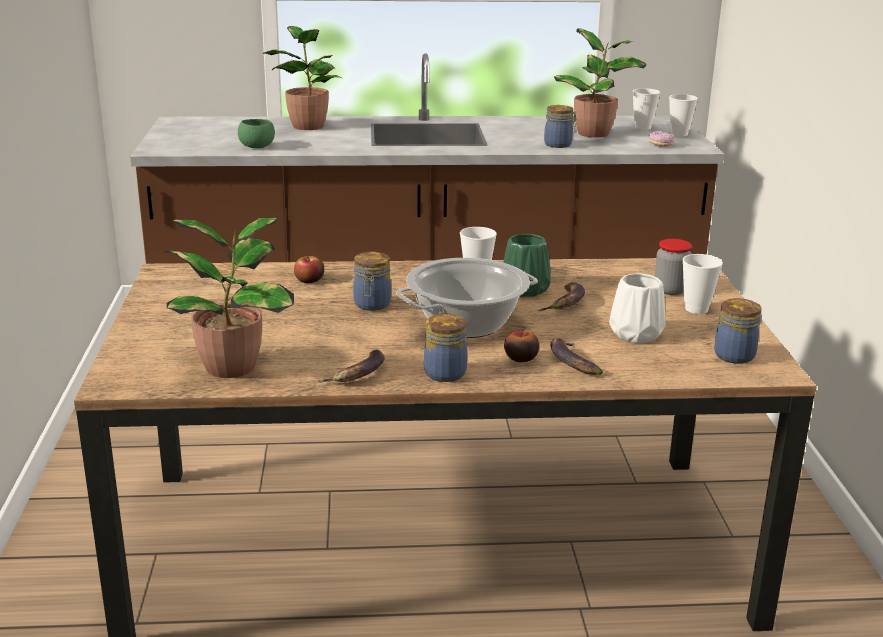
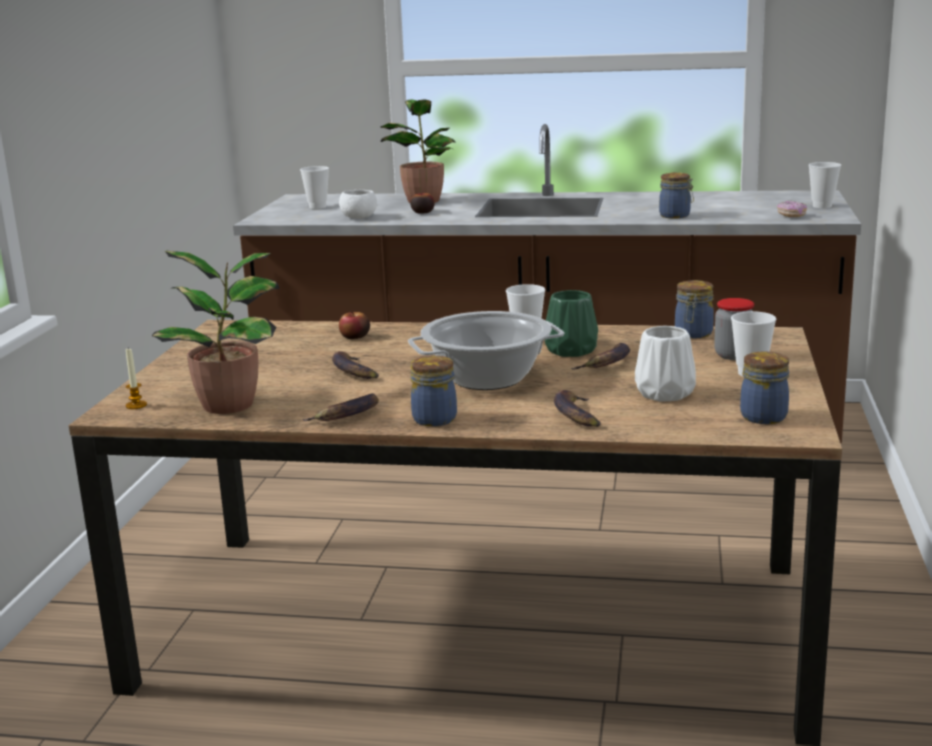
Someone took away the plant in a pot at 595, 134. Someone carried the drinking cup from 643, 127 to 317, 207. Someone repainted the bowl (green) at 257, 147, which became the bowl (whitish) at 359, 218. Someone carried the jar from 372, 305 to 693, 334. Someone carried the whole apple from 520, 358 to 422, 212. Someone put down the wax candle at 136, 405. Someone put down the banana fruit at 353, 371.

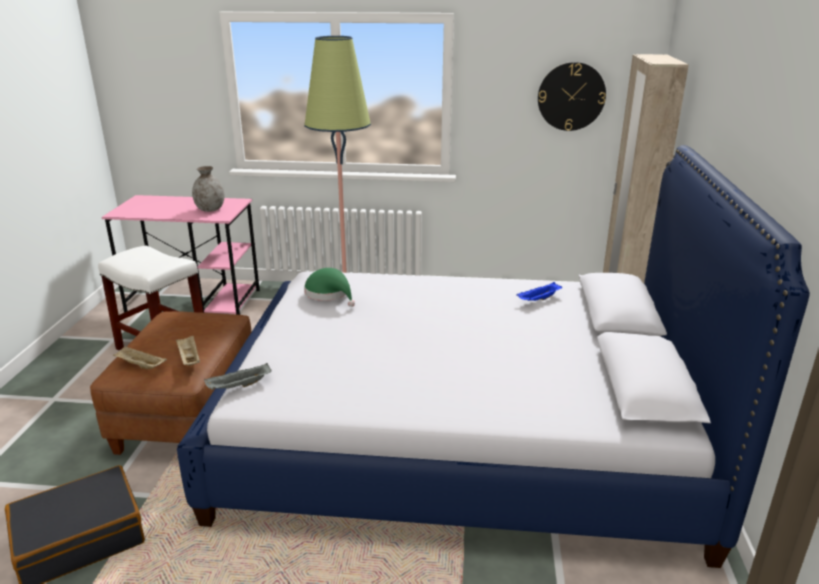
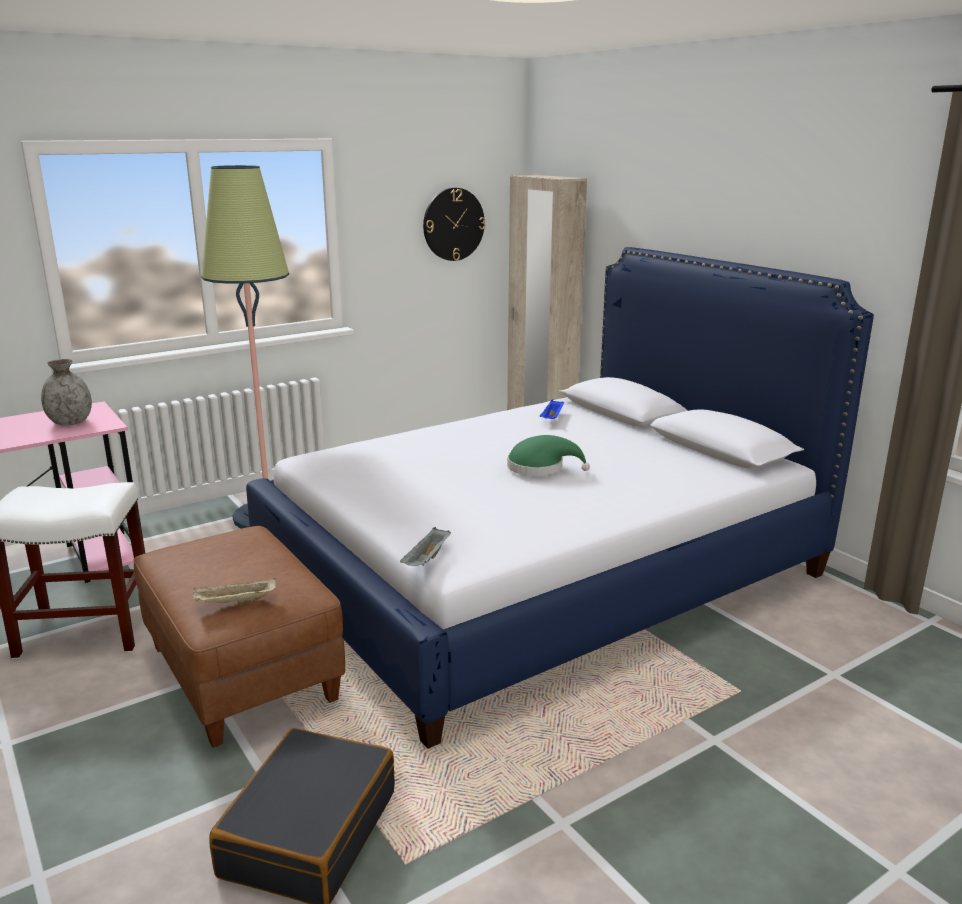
Someone carried the clothing hat (green) from 329, 293 to 540, 468. Someone took away the serving tray (beige-coloured) at 189, 358.

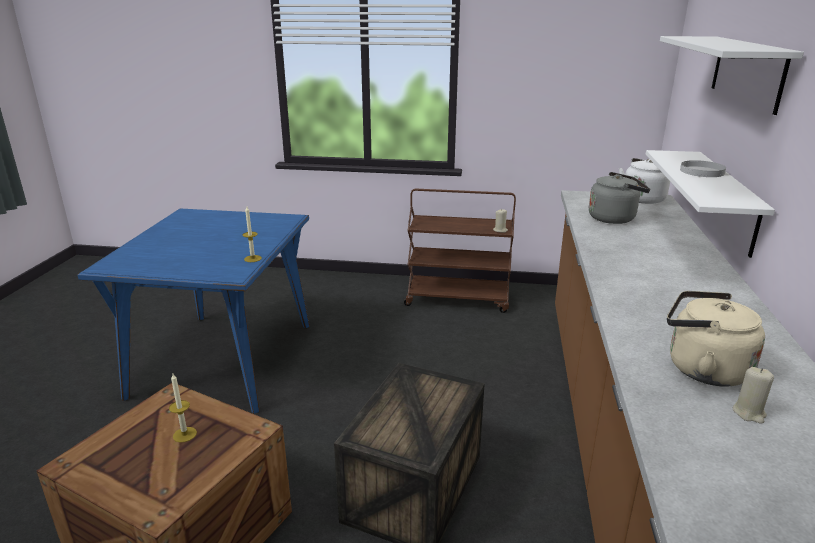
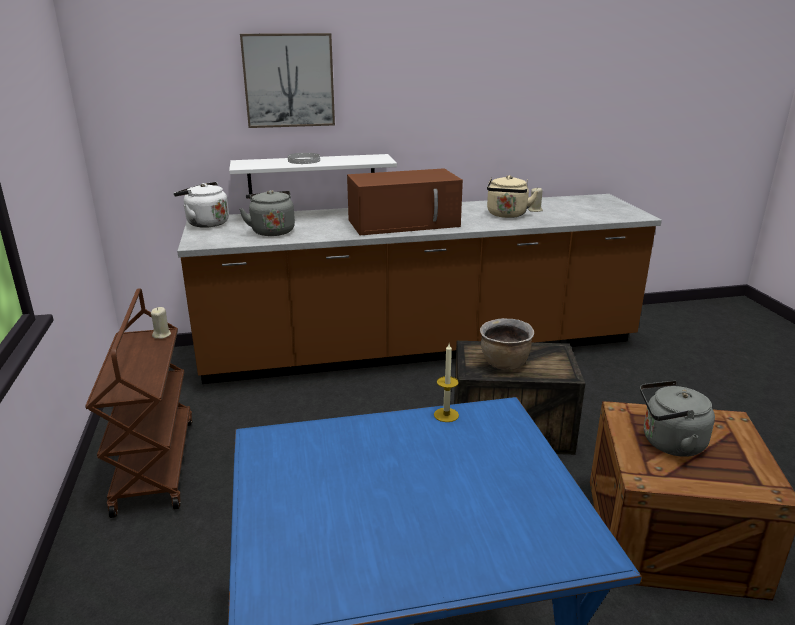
Someone swapped the shelf (whitish) at 747, 71 for the wall picture at 288, 80. Someone swapped the wax candle at 184, 434 for the kettle (greyish) at 669, 443. Someone put down the kitchen microwave (brownish) at 405, 223. Someone put down the stockpot (brownish) at 504, 364.

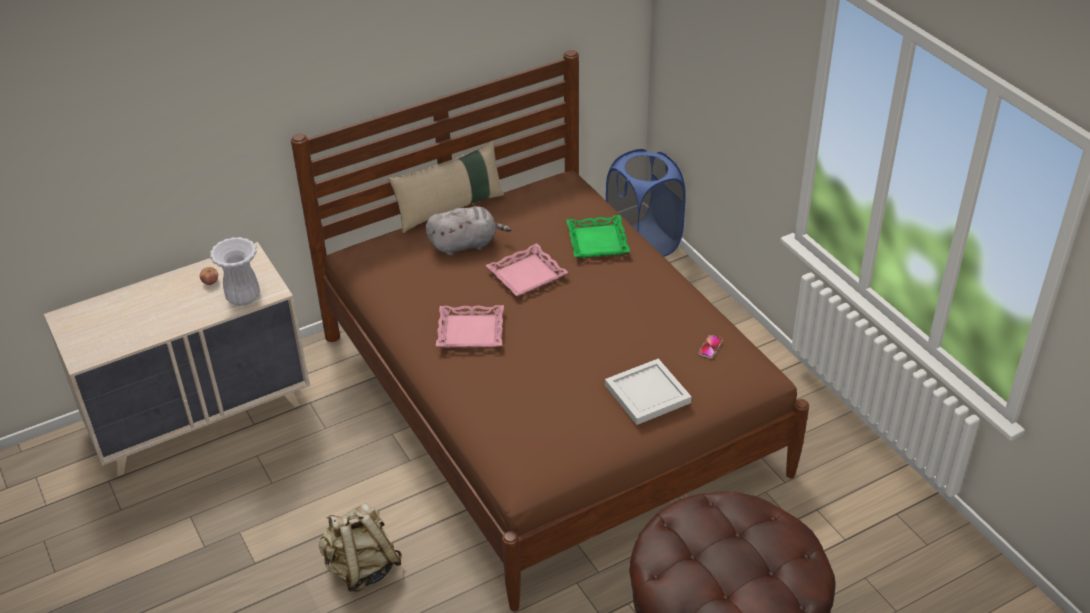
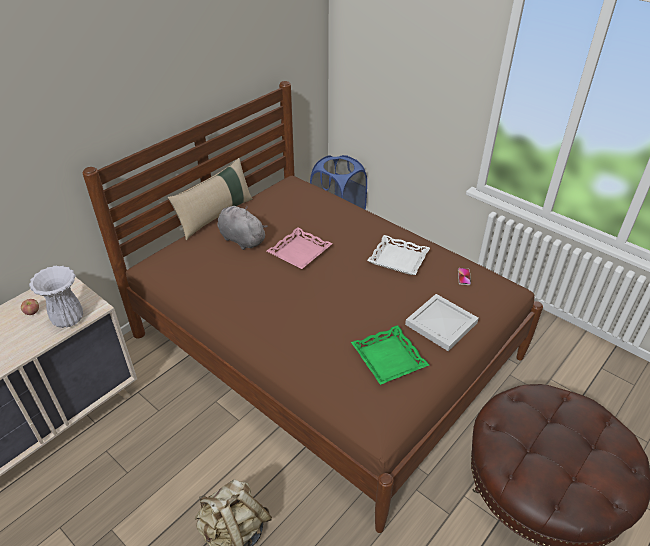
Someone rotated the plush toy (greyish) at 466, 244 by 105 degrees counterclockwise. Someone carried the serving tray (green) from 597, 241 to 388, 358. Someone took away the serving tray (pink-coloured) at 471, 331. Someone put down the serving tray (whitish) at 398, 259.

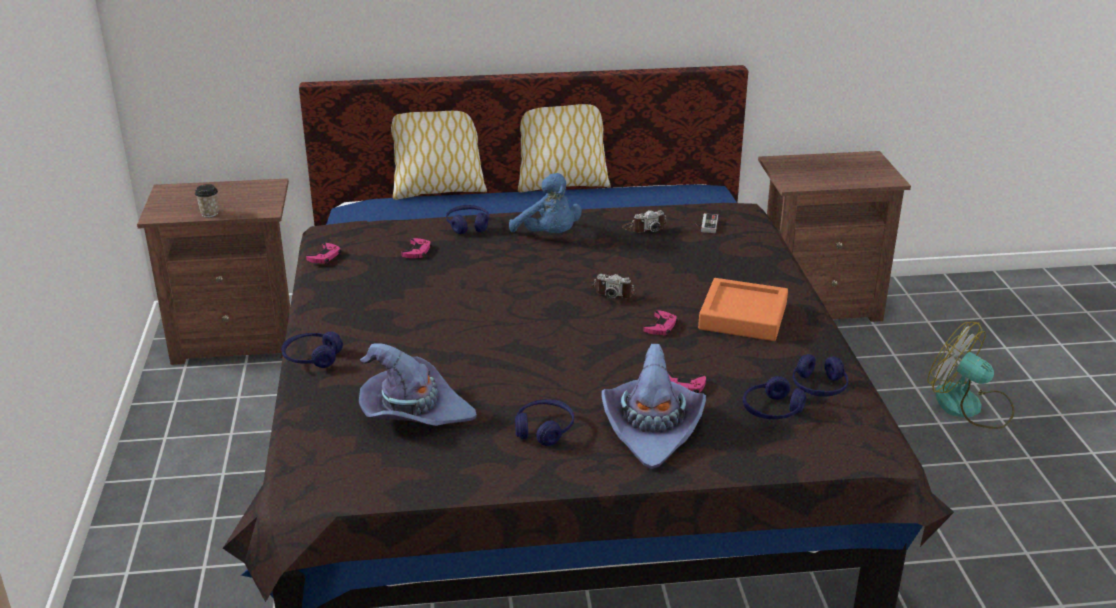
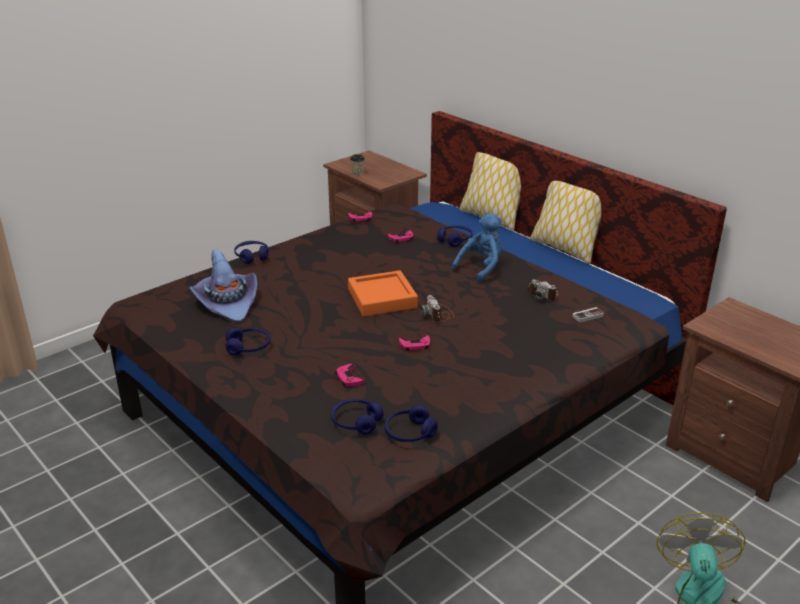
Someone rotated the plush toy (blue-coloured) at 549, 235 by 150 degrees counterclockwise. Someone carried the serving tray (orange-coloured) from 743, 316 to 382, 298. Someone took away the clothing hat (purplish) at 652, 428.

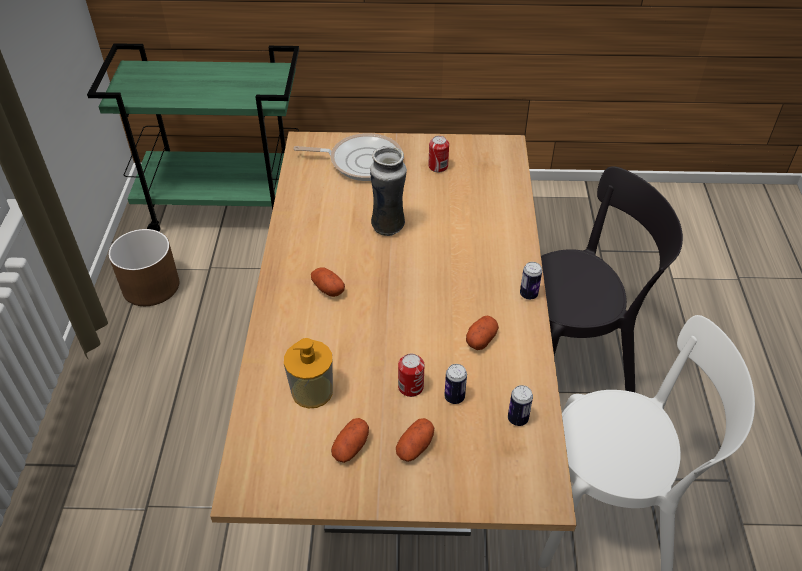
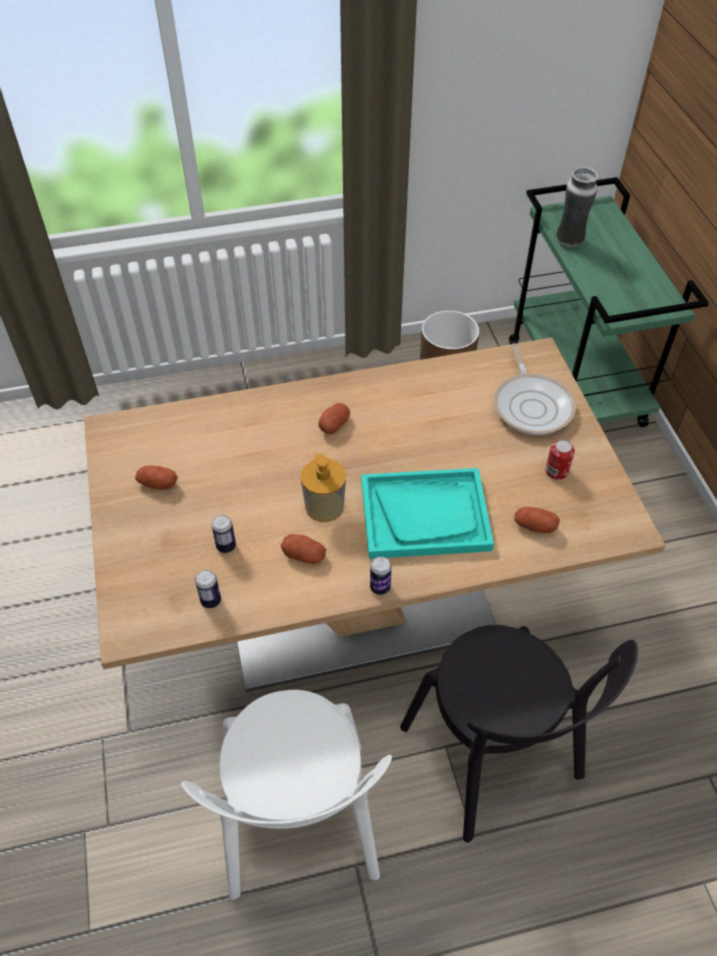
Someone carried the flower vase from 388, 226 to 570, 241. Someone carried the soap dispenser from 312, 391 to 324, 506. Someone took away the can at 410, 387. Someone carried the potato from 415, 447 to 534, 526. Someone put down the serving tray (turquoise-coloured) at 425, 515.

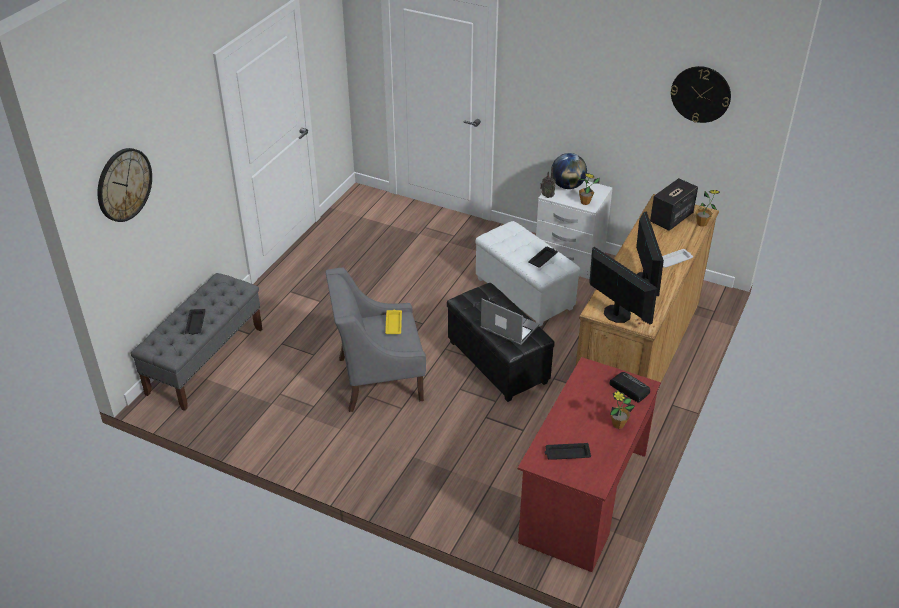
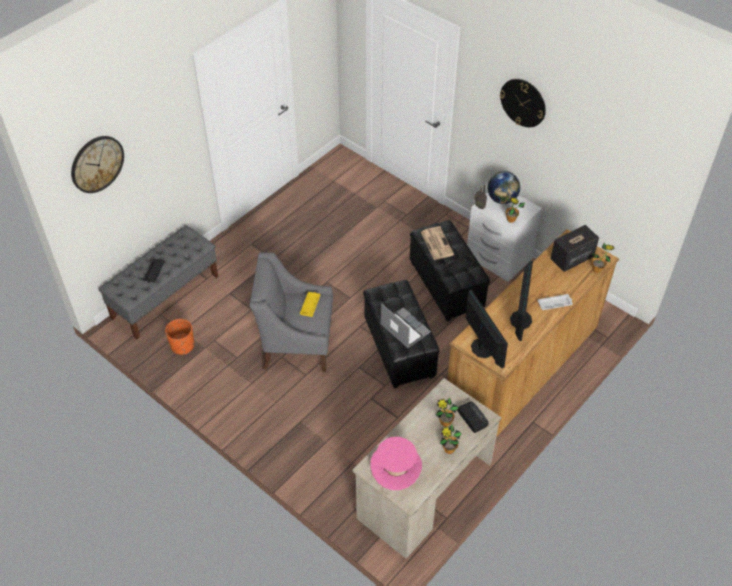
Someone carried the hanging clock from 700, 94 to 523, 102. Someone repainted the footrest (whitish) at 525, 294, which became the footrest (blackish) at 446, 286. Someone repainted the desk (red-coloured) at 583, 498, which became the desk (beige-coloured) at 424, 491. Someone swapped the serving tray (blackish) at 566, 454 for the clothing hat (pink-coloured) at 396, 467. Someone put down the printed paper at 436, 243. Someone put down the flower pot (orange-coloured) at 182, 346. Someone put down the plant in a pot at 445, 423.

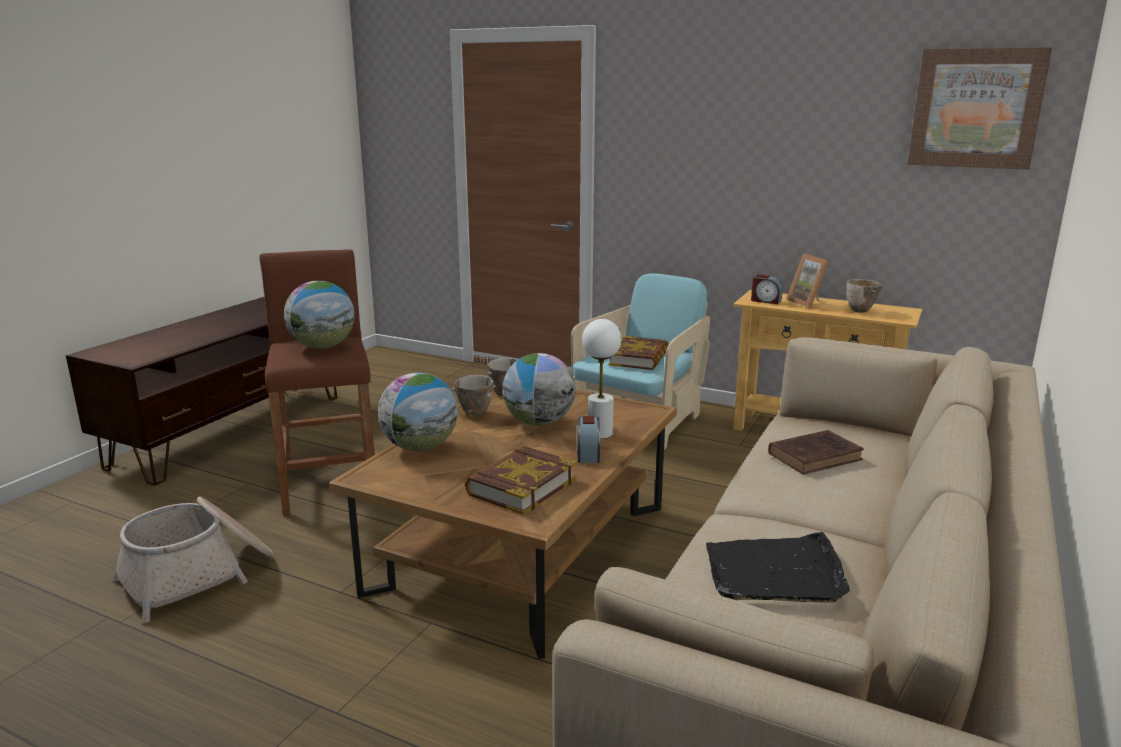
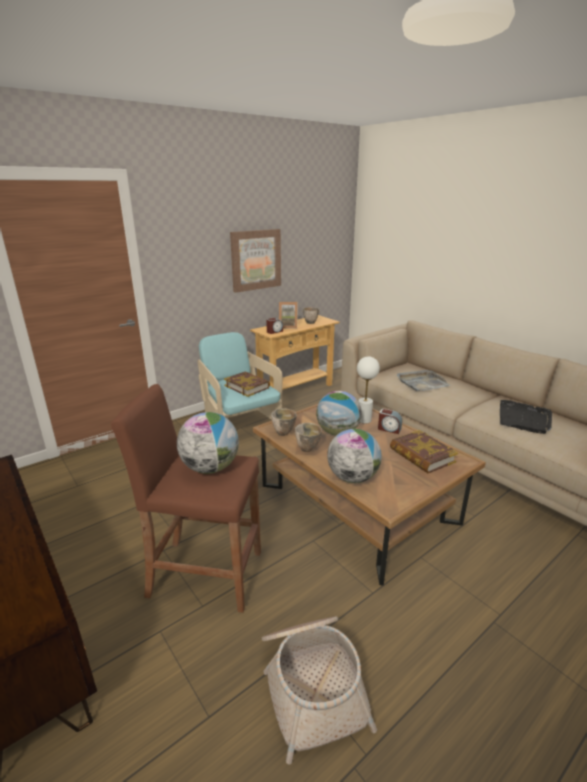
Someone carried the wall picture from 976, 108 to 255, 260. Someone swapped the bound book (brownish) at 816, 456 for the serving tray (greyish) at 422, 383.

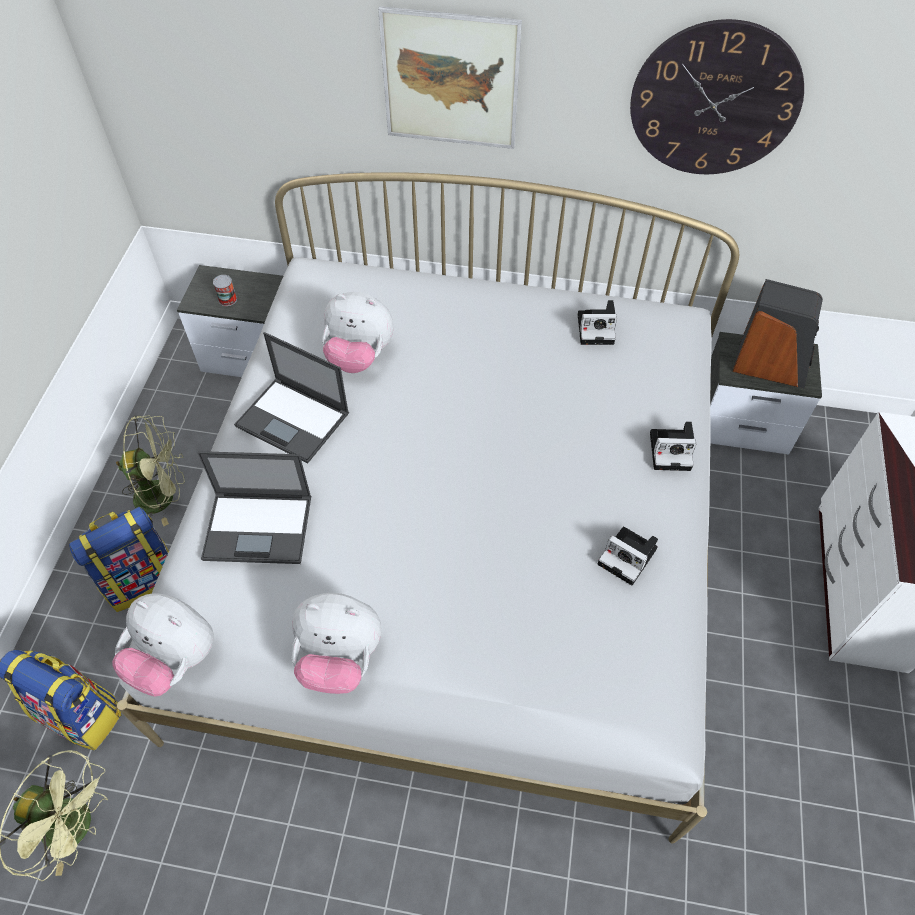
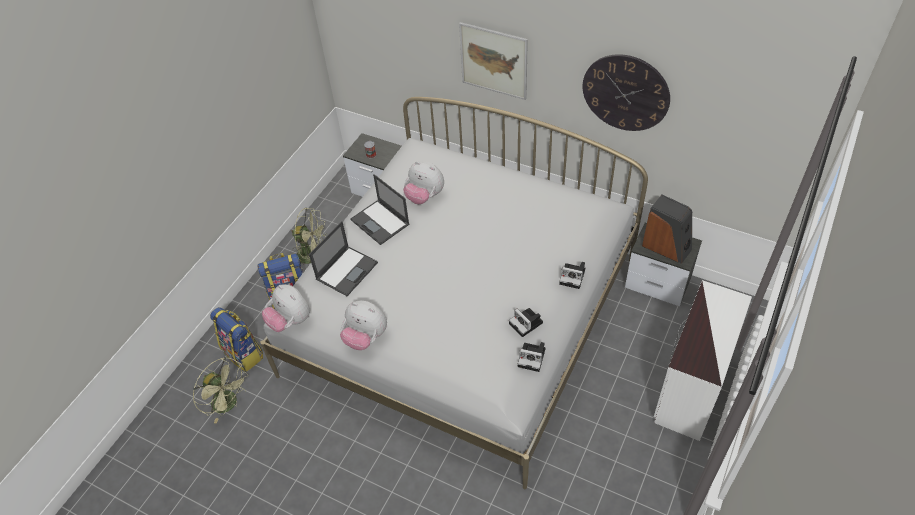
Someone carried the photo camera from 597, 328 to 533, 357. Someone rotated the laptop at 259, 527 by 75 degrees counterclockwise.

